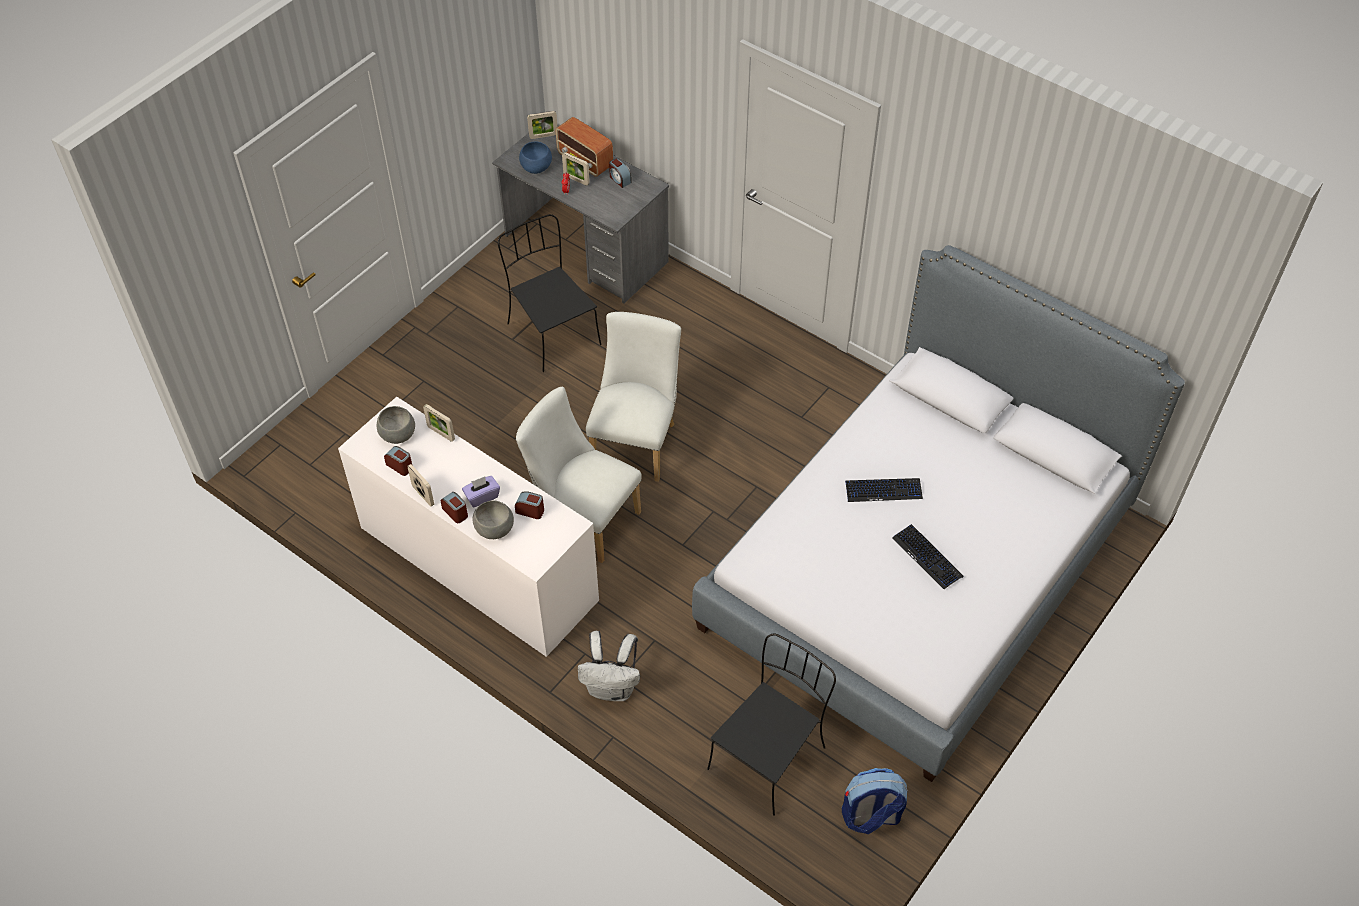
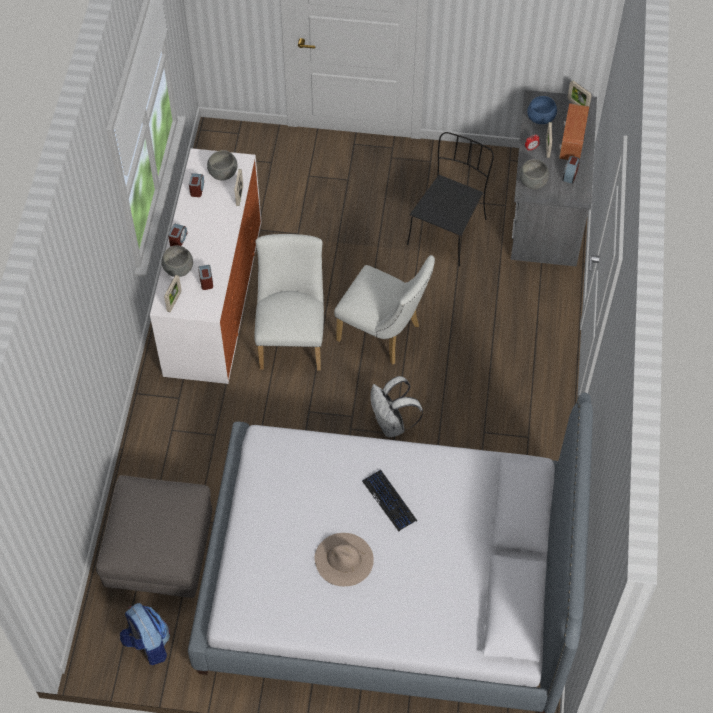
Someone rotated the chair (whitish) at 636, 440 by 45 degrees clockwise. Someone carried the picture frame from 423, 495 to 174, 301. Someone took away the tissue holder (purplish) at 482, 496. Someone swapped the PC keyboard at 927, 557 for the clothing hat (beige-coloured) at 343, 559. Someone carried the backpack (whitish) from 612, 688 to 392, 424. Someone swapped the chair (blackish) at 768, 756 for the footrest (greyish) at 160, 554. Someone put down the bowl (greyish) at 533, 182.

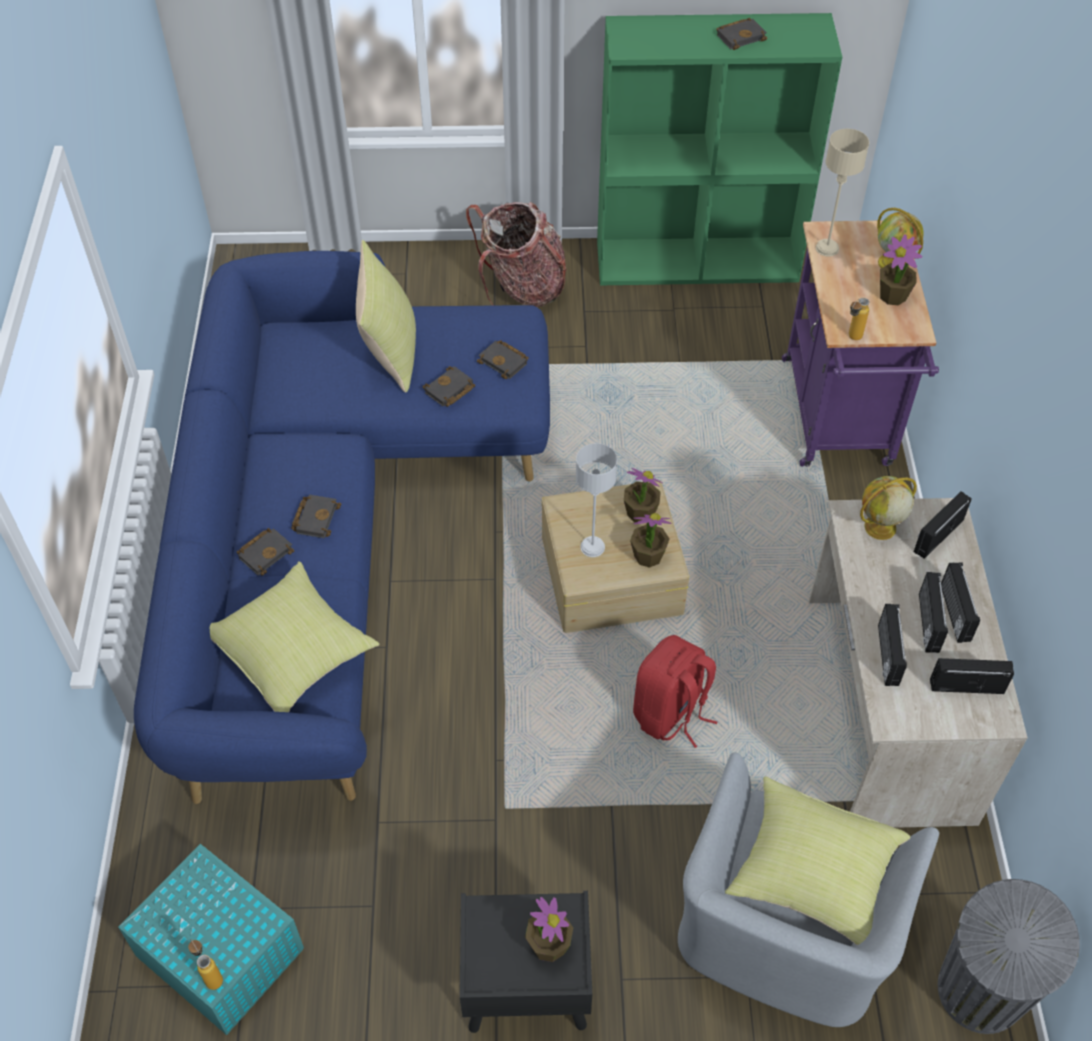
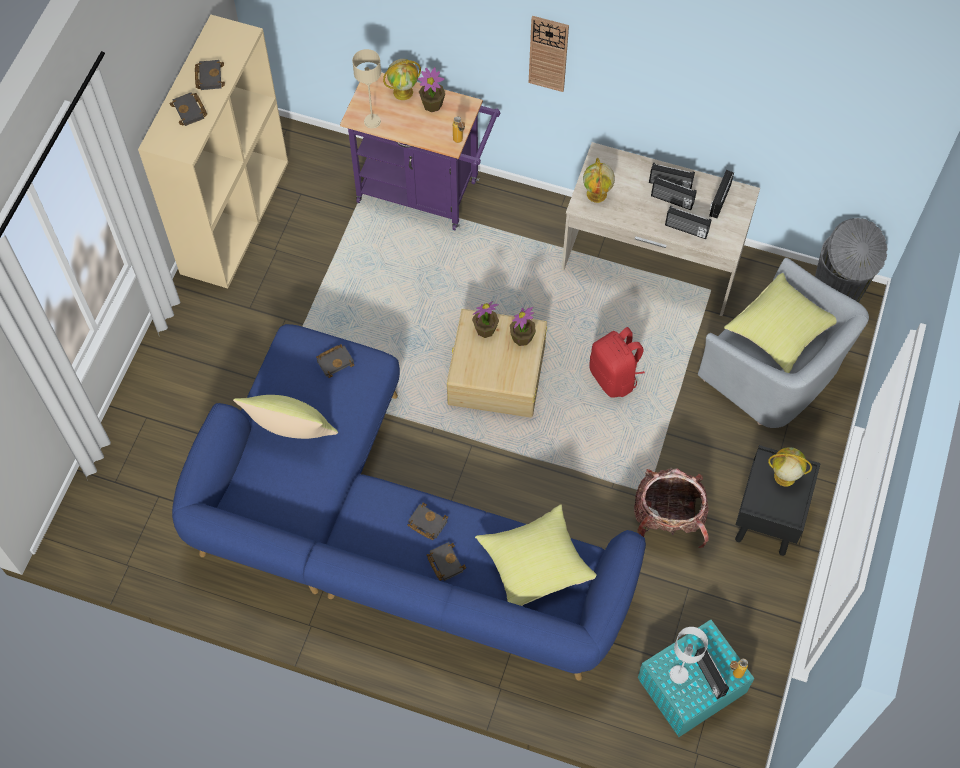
Someone repainted the bookshelf (green) at 698, 260, which became the bookshelf (beige-coloured) at 234, 216. Someone carried the backpack from 522, 288 to 668, 519. Someone carried the bound book (blackish) from 449, 391 to 190, 111. Someone carried the lamp for a table (greyish) from 592, 547 to 678, 674. Someone carried the radio from 937, 535 to 708, 676. Someone swapped the plant in a pot at 548, 945 for the globe at 784, 476. Someone put up the hanging clock at 548, 53.

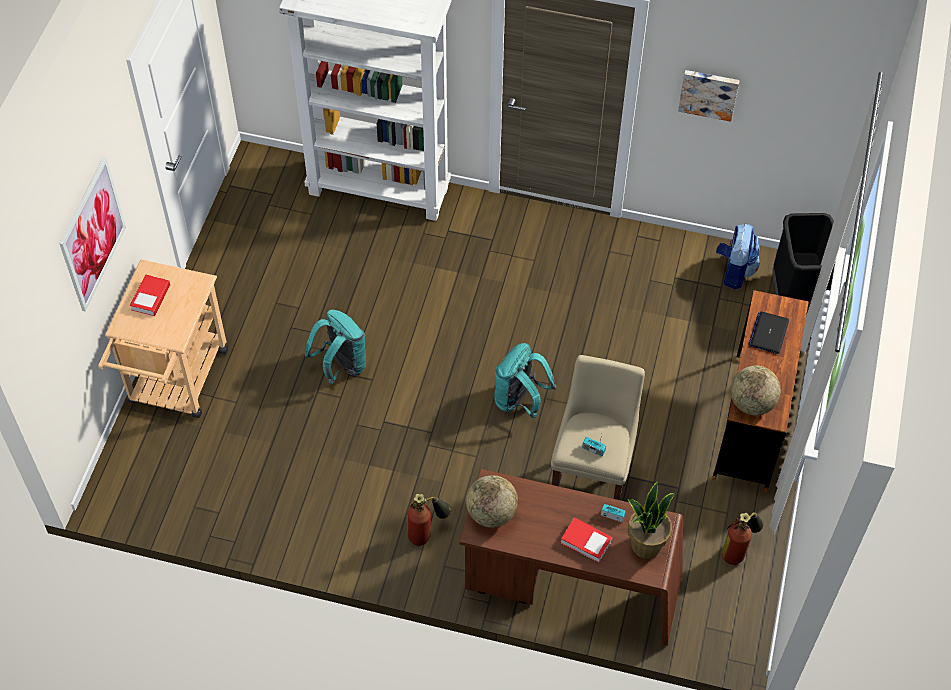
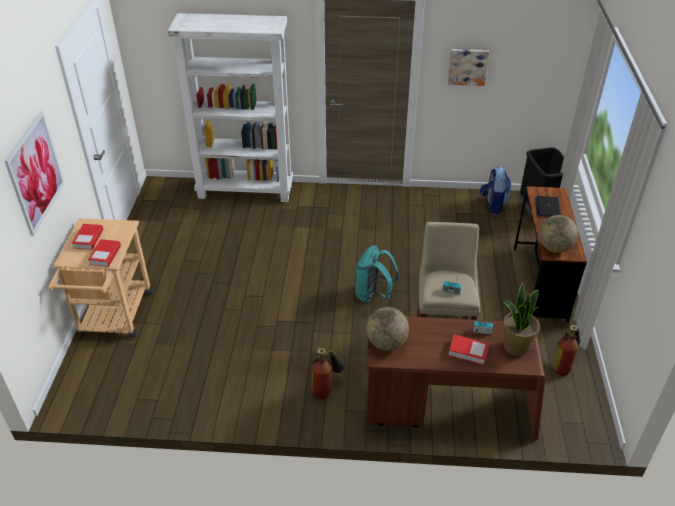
Someone took away the backpack (turquoise-coloured) at 341, 366. Someone put down the bound book at 105, 255.

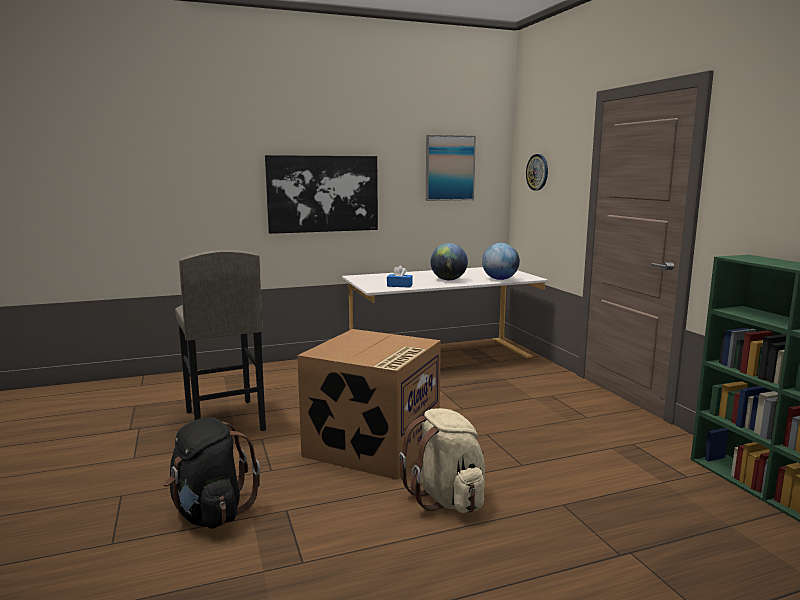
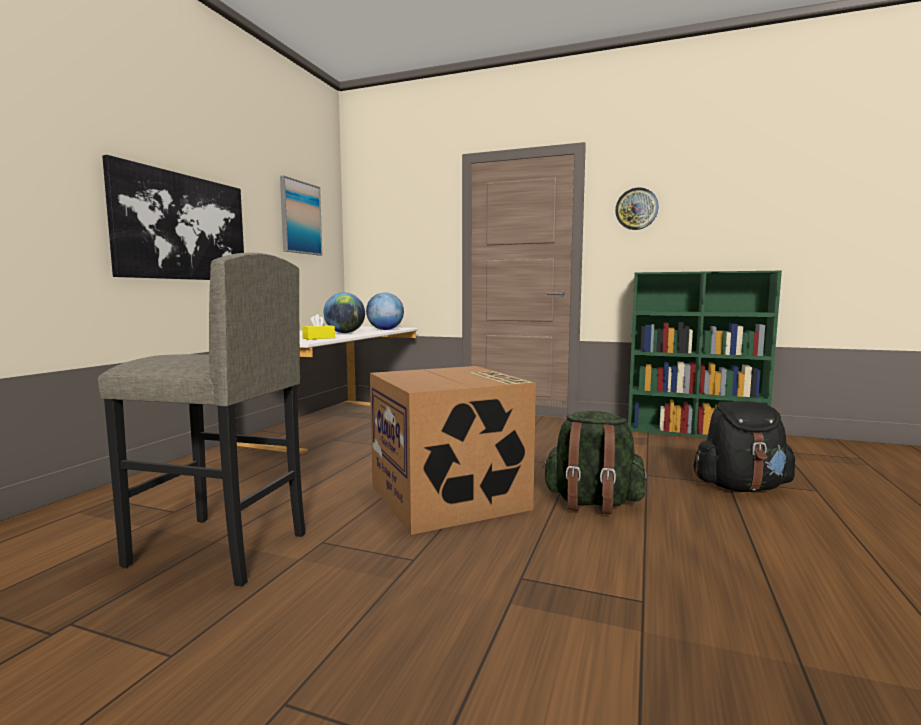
Someone carried the hanging clock from 537, 172 to 636, 209. Someone repainted the tissue holder (blue-coloured) at 399, 285, which became the tissue holder (yellow) at 318, 338. Someone repainted the backpack (beige-coloured) at 447, 498, which became the backpack (green) at 592, 503. Someone carried the backpack (blackish) from 210, 513 to 740, 487.

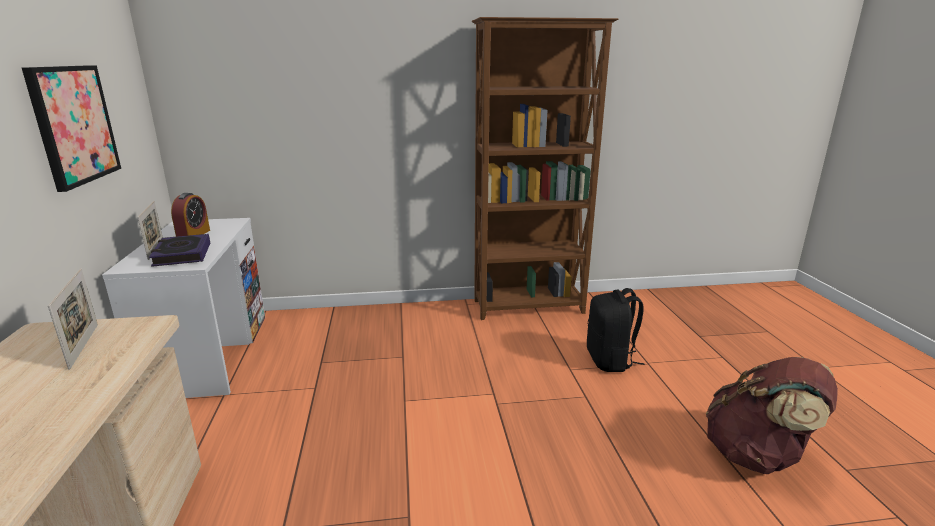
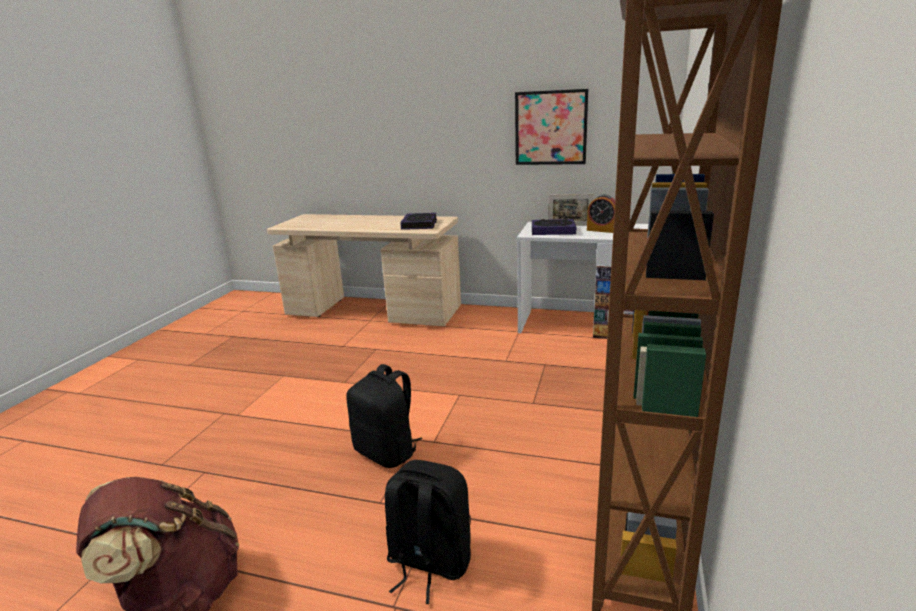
Someone swapped the picture frame at 84, 345 for the bound book at 419, 225. Someone put down the backpack (blackish) at 387, 452.

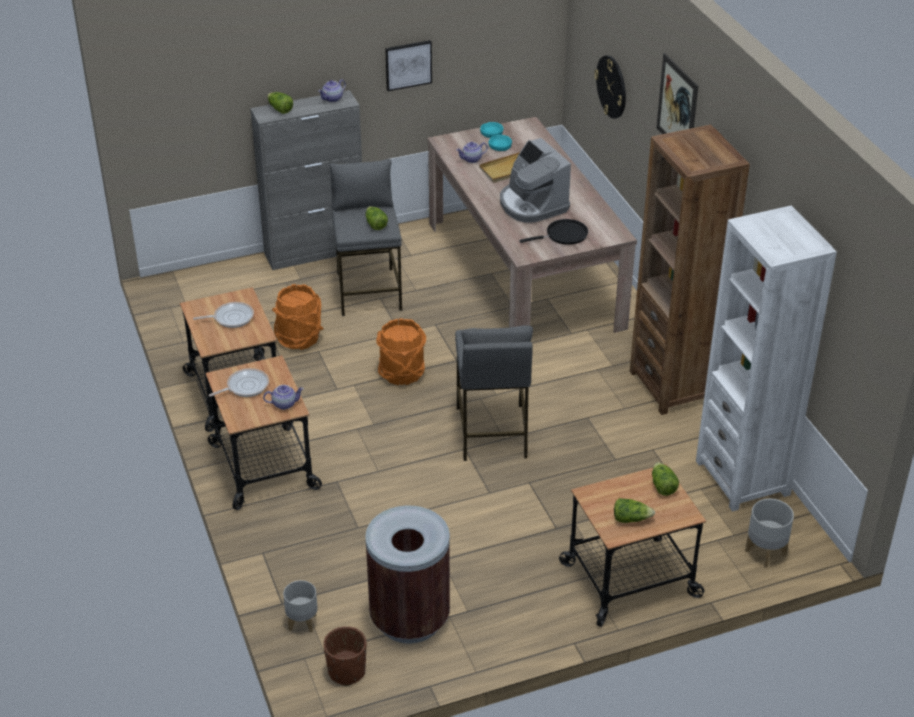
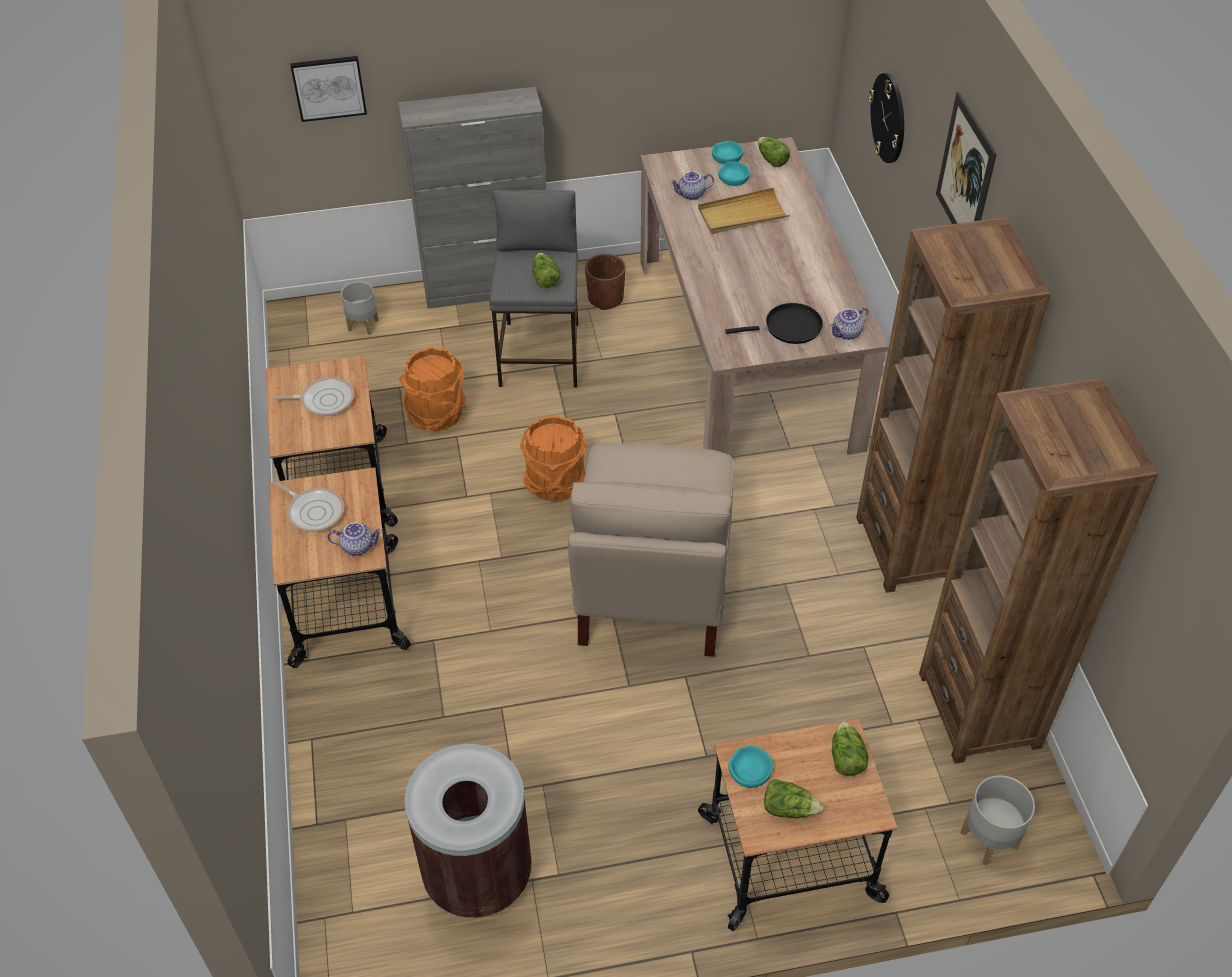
Someone carried the wall picture from 408, 65 to 329, 87. Someone carried the pot for tea from 332, 99 to 847, 333. Someone carried the lettuce from 280, 109 to 771, 160. Someone took away the coffee maker at 532, 204. Someone repainted the bookshelf (whitish) at 742, 477, which became the bookshelf (brownish) at 979, 710. Someone swapped the stool seat (greyish) at 491, 432 for the chair (beige-coloured) at 652, 590. Someone rotated the pan at 245, 386 by 60 degrees clockwise. Someone carried the flower pot (greyish) from 302, 622 to 363, 325. Someone carried the flower pot (brownish) from 346, 671 to 605, 298. Someone put down the bowl (turquoise-coloured) at 750, 770.

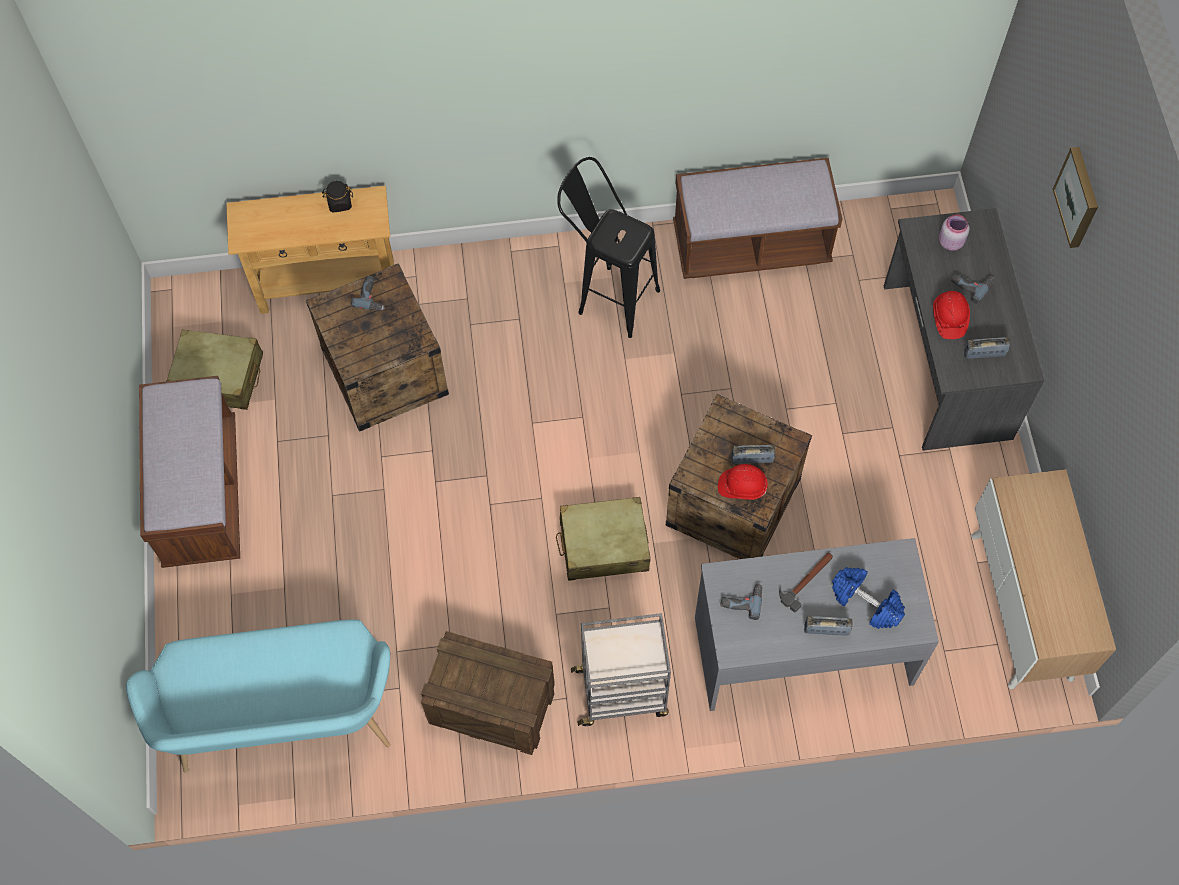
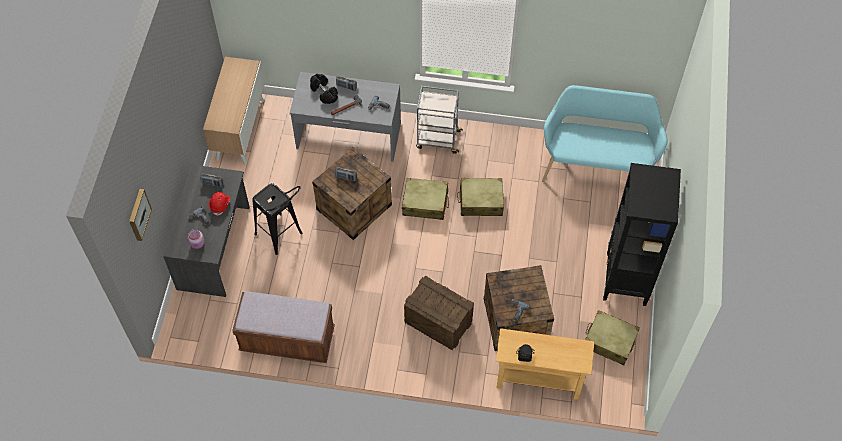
Someone carried the wall picture from 1079, 197 to 138, 214. Someone carried the stool seat (blackish) from 607, 296 to 283, 238. Someone swapped the bench (brownish) at 201, 493 for the bookshelf (blackish) at 625, 280. Someone took away the hard hat (red-coloured) at 742, 486. Someone repainted the free weight (blue-coloured) at 866, 602, which became the free weight (blackish) at 324, 93. Someone carried the shipping crate from 492, 705 to 438, 322. Someone put down the suitcase (beige-coloured) at 480, 201.

